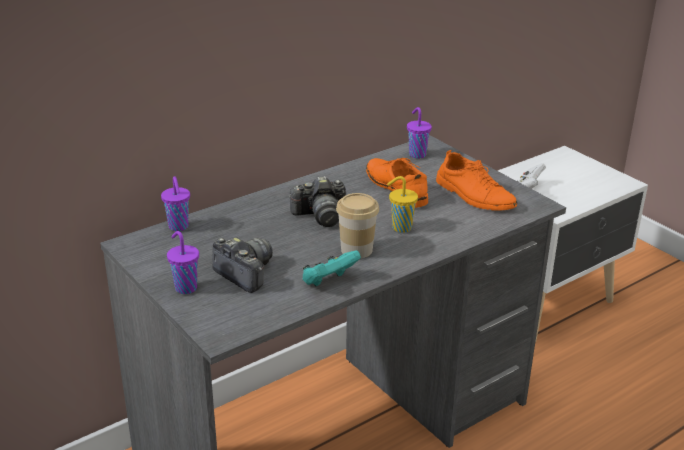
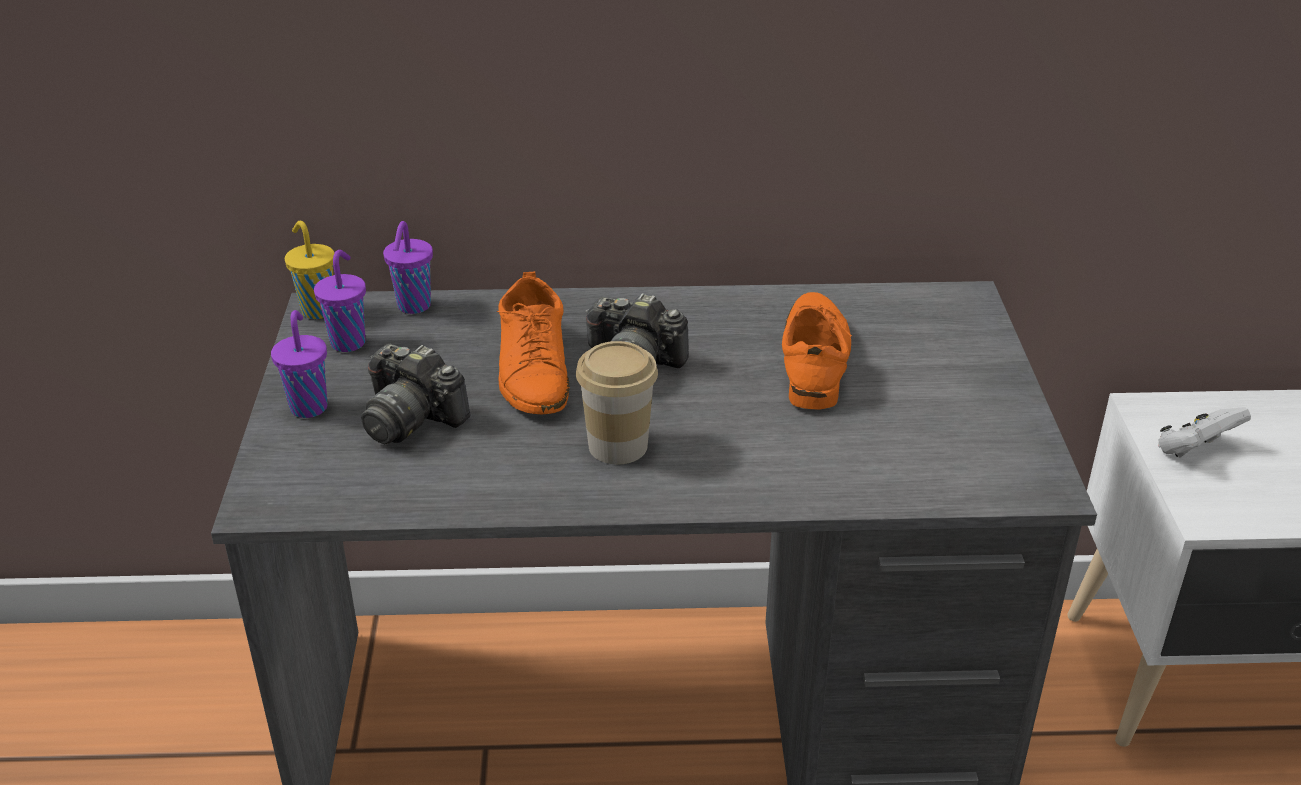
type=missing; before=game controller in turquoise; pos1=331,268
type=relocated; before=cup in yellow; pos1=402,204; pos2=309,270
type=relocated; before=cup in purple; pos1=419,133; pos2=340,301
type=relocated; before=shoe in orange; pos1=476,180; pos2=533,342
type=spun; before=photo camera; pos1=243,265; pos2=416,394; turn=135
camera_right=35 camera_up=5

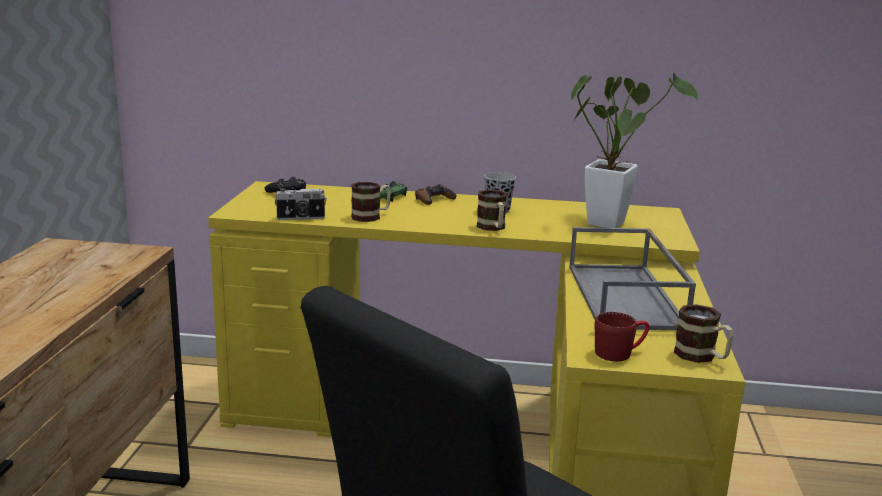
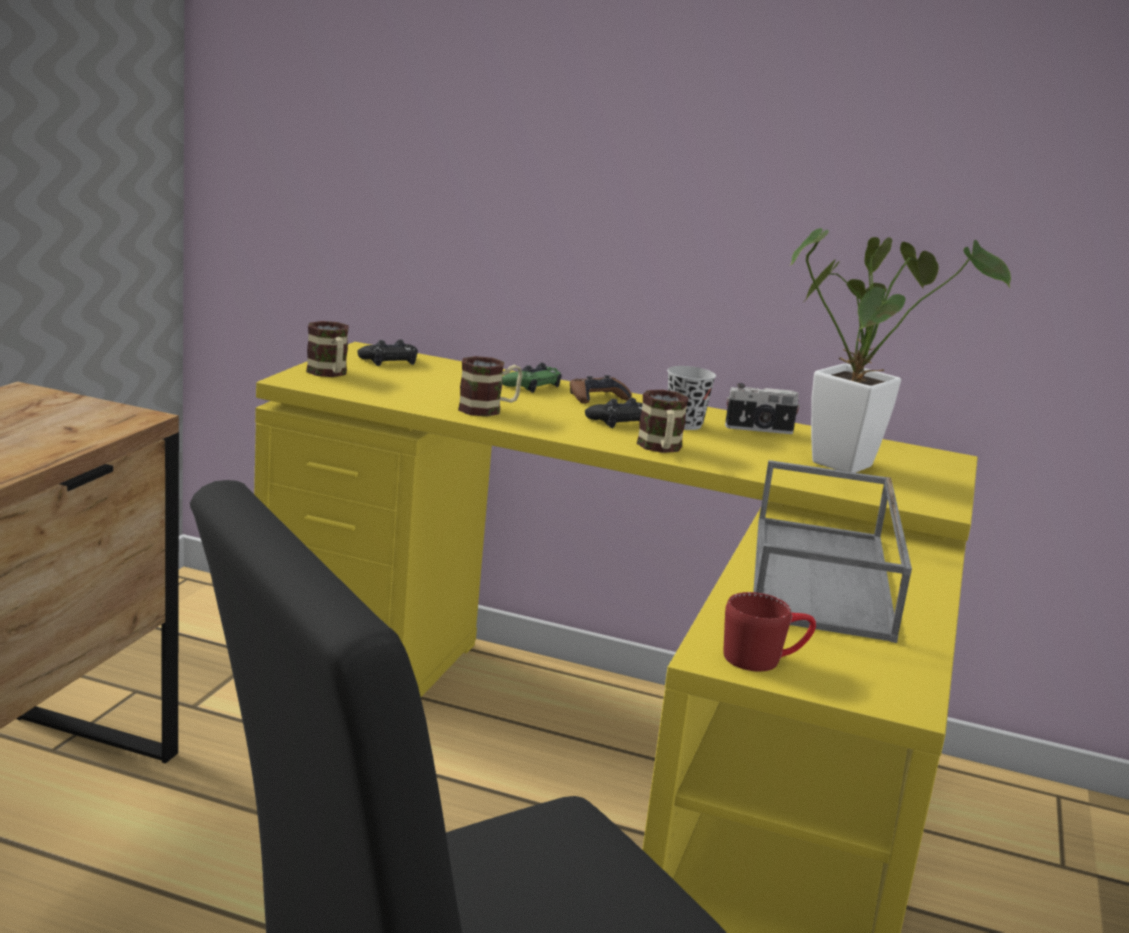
type=appeared; after=game controller in black; pos2=614,413
type=relocated; before=photo camera; pos1=300,204; pos2=762,408
type=relocated; before=mug; pos1=704,333; pos2=327,349
camera_right=10 camera_up=0

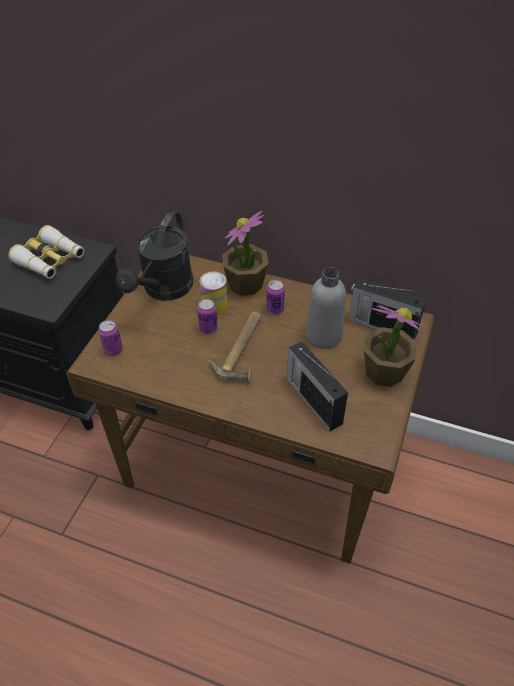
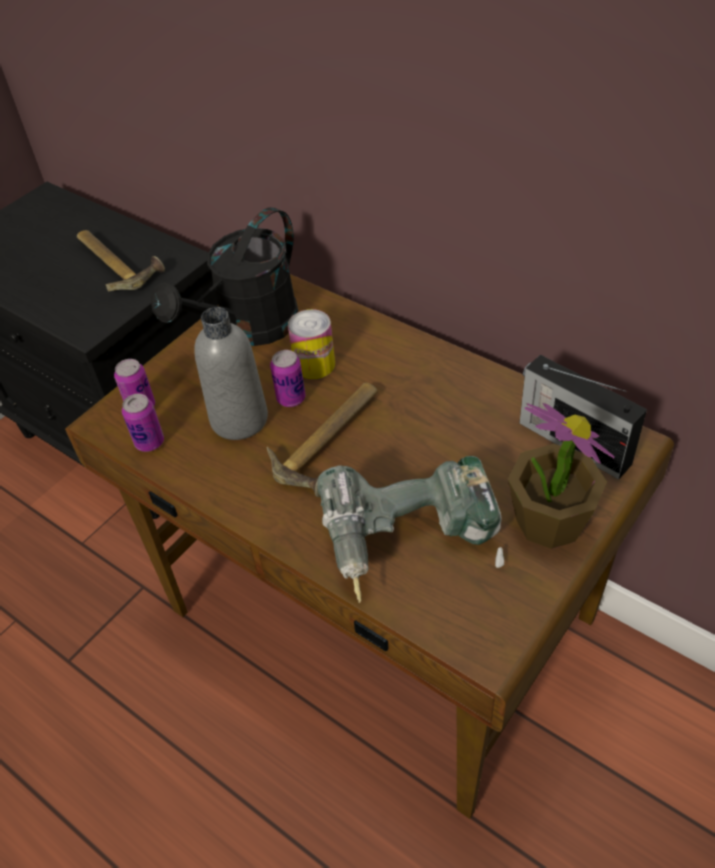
type=missing; before=potted plant; pos1=245,253
type=relocated; before=can; pos1=275,297; pos2=143,423
type=relocated; before=bottle in grey; pos1=326,308; pos2=231,373
type=exchanged; before=binoculars; after=hammer; pos1=46,252; pos2=121,261
type=exchanged; before=radio; after=power drill; pos1=317,386; pos2=410,529
camera_right=20 camera_up=0

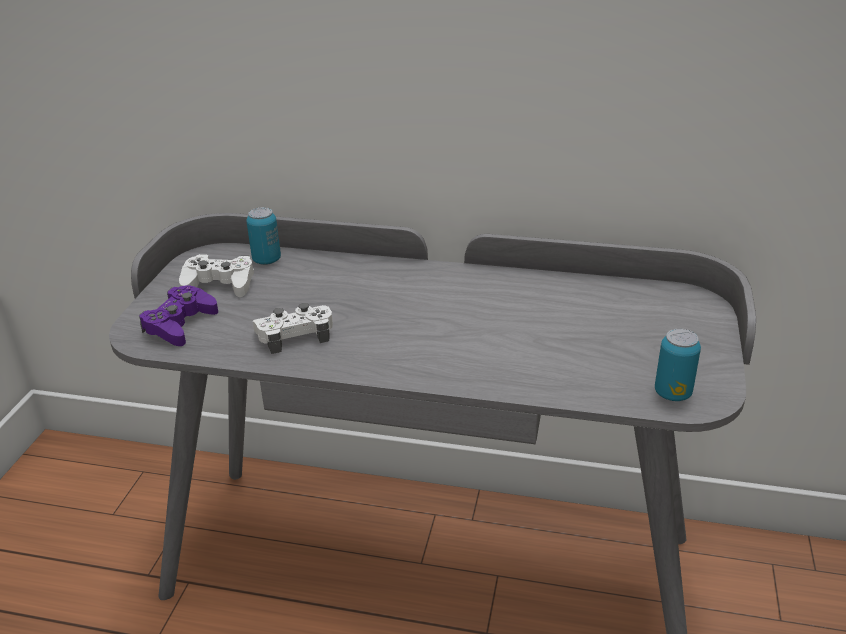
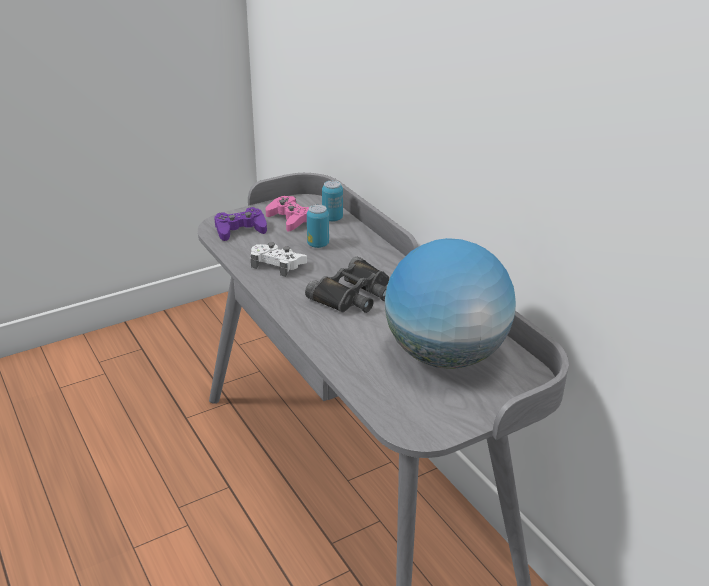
type=appeared; after=binoculars in black; pos2=347,285
type=appeared; after=globe; pos2=450,303
type=relocated; before=can; pos1=678,364; pos2=318,226
type=colour; before=game controller in white; after=game controller in pink; pos1=216,275; pos2=287,214
camera_right=45 camera_up=0

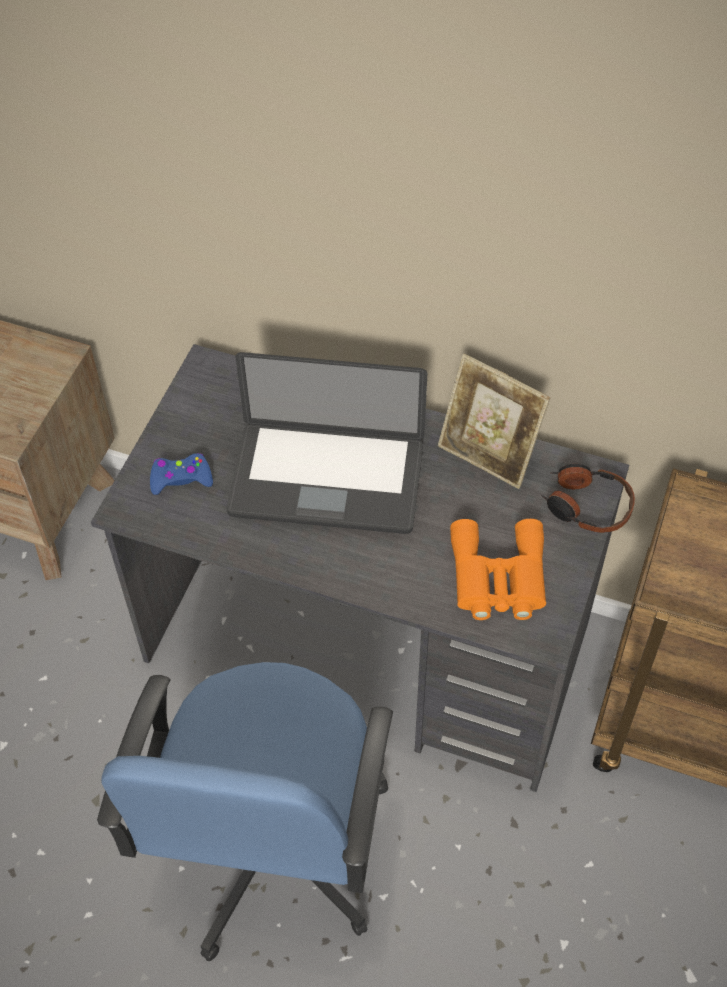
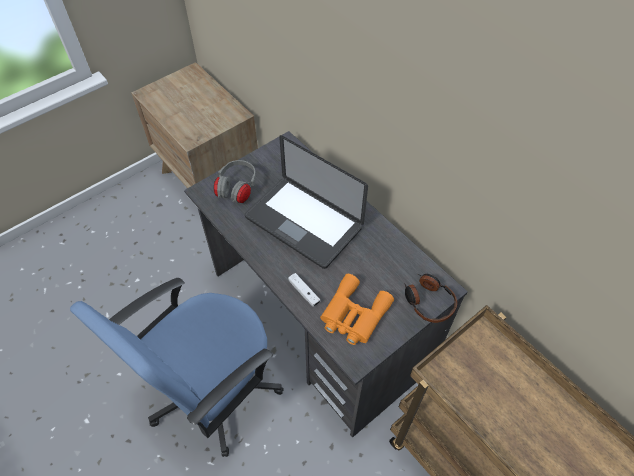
type=missing; before=picture frame; pos1=494,421
type=appeared; after=game controller in white; pos2=304,290
type=exchanged; before=game controller in blue; after=headphones in grey; pos1=181,474; pos2=235,181
camera_right=30 camera_up=0

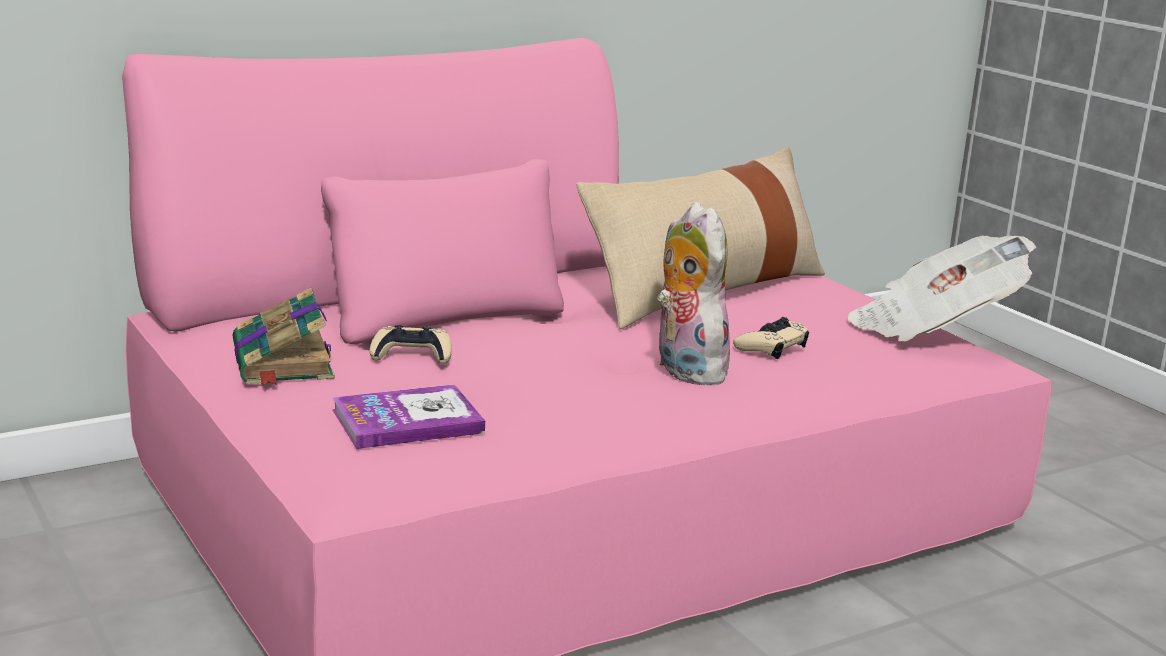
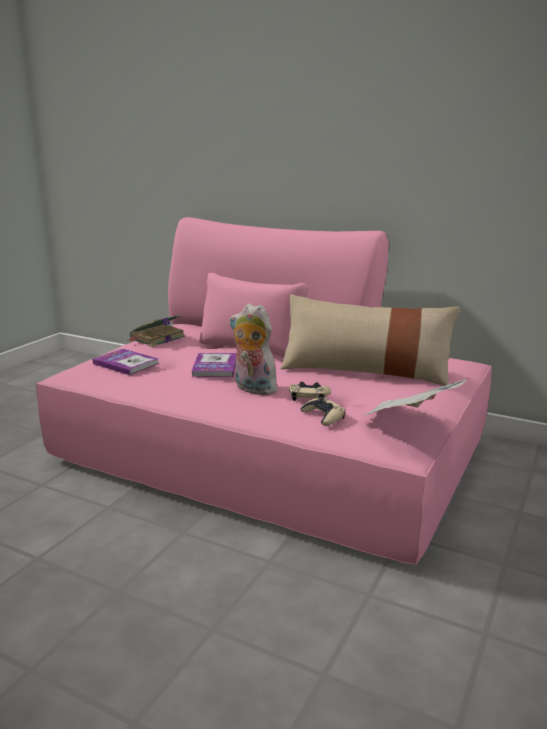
type=appeared; after=book; pos2=214,365
type=relocated; before=game controller in beige; pos1=410,344; pos2=323,411
type=spun; before=plush toy; pos1=693,293; pos2=254,349; turn=-90
camera_right=60 camera_up=0

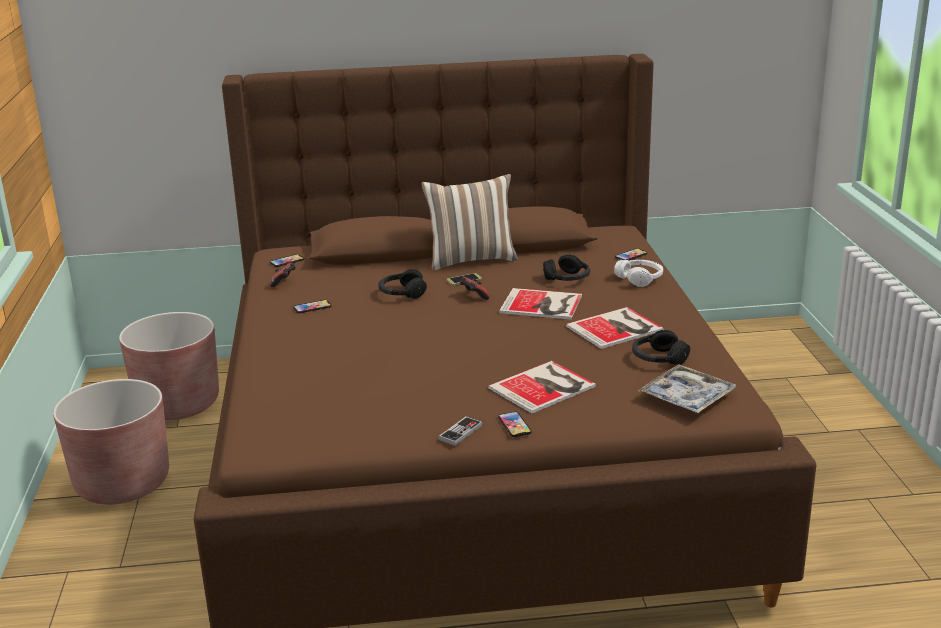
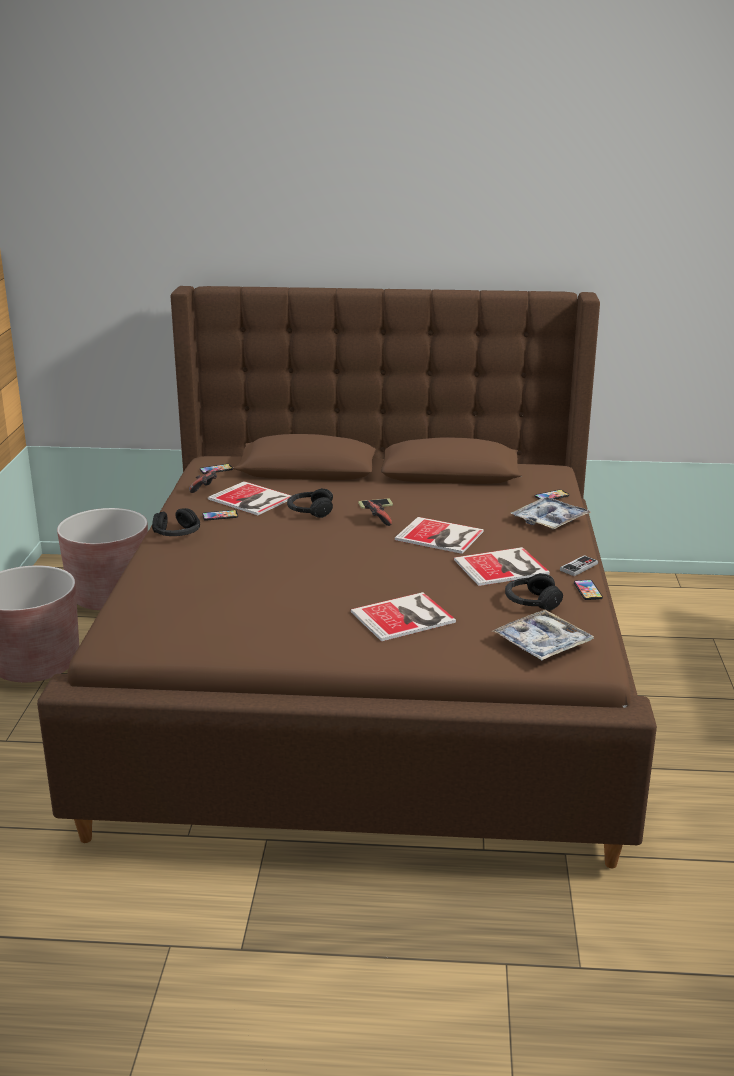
type=missing; before=pillow; pos1=470,222
type=appeared; after=book; pos2=249,498
type=relocated; before=game controller; pos1=460,431; pos2=579,565
type=relocated; before=phone; pos1=515,424; pos2=588,590
type=relocated; before=headphones in black; pos1=566,268; pos2=176,522
type=exchanged; before=headphones in white; after=tray; pos1=638,273; pos2=551,513
camera_right=10 camera_up=0

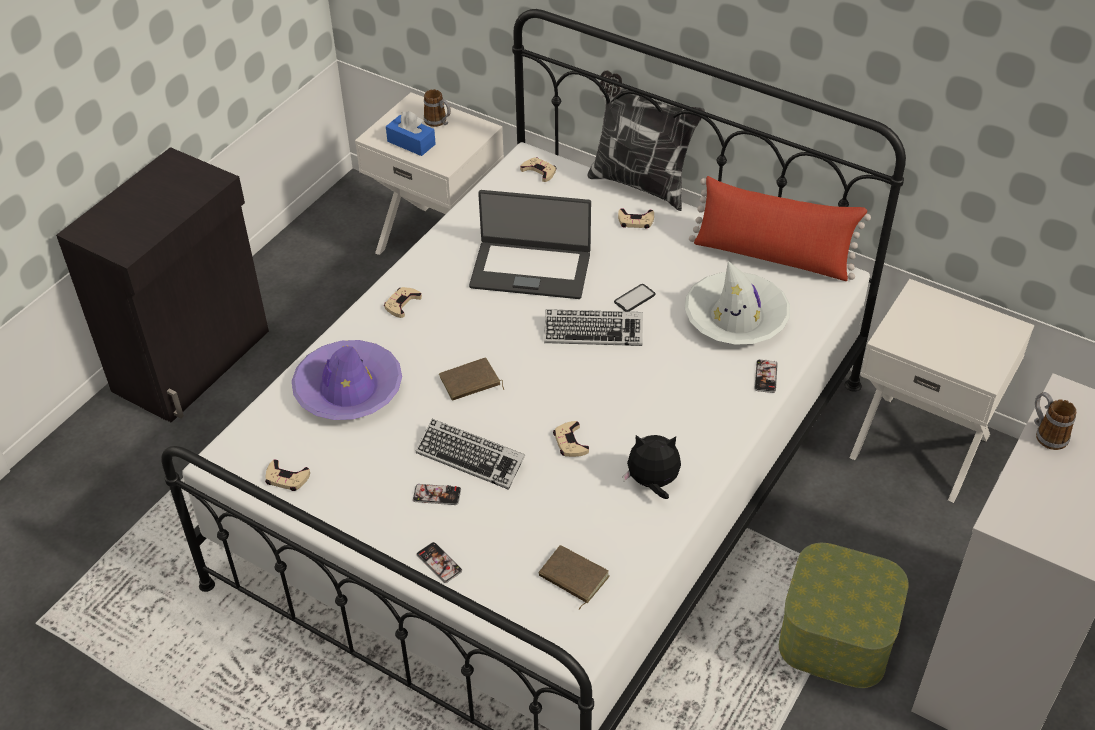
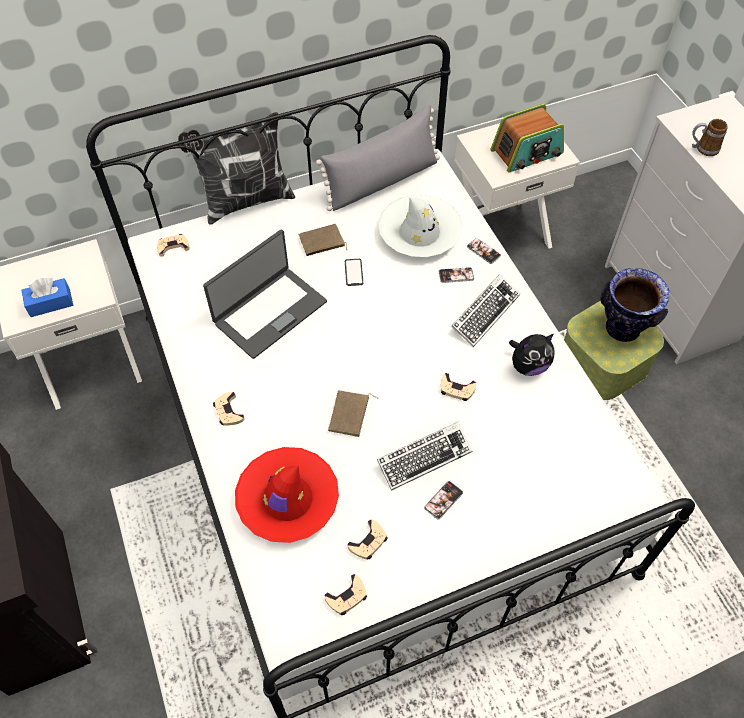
type=missing; before=mug; pos1=437,108
type=appeared; after=radio; pos2=527,138
type=appeared; after=vase; pos2=635,305
type=relocated; before=phone; pos1=439,562; pos2=456,275
type=relocated; before=book in brown; pos1=574,577; pos2=322,240
type=relocated; before=keyboard; pos1=593,327; pos2=486,310
type=relocated; before=game controller in beige; pos1=636,218; pos2=367,539
type=colour; before=hat in purple; after=hat in red; pos1=347,380; pos2=287,495
type=colour; before=pillow in red; after=pillow in grey; pos1=780,228; pos2=378,158
type=spun; before=plush toy; pos1=652,467; pos2=532,355; turn=-150
camera_right=-55 camera_up=10

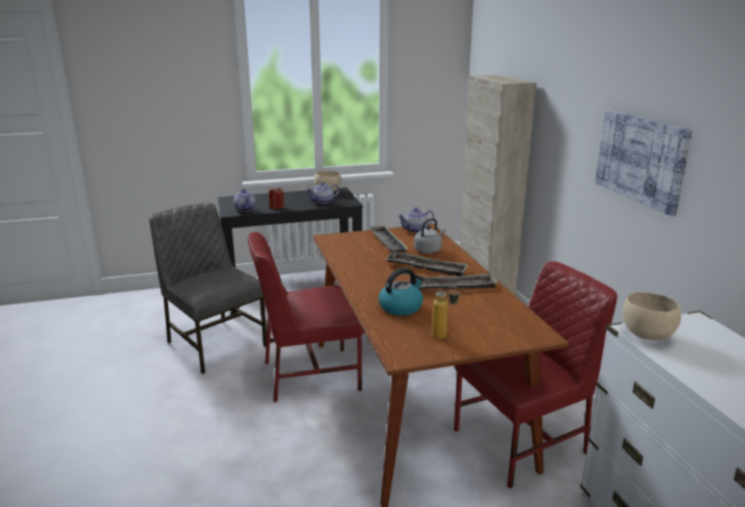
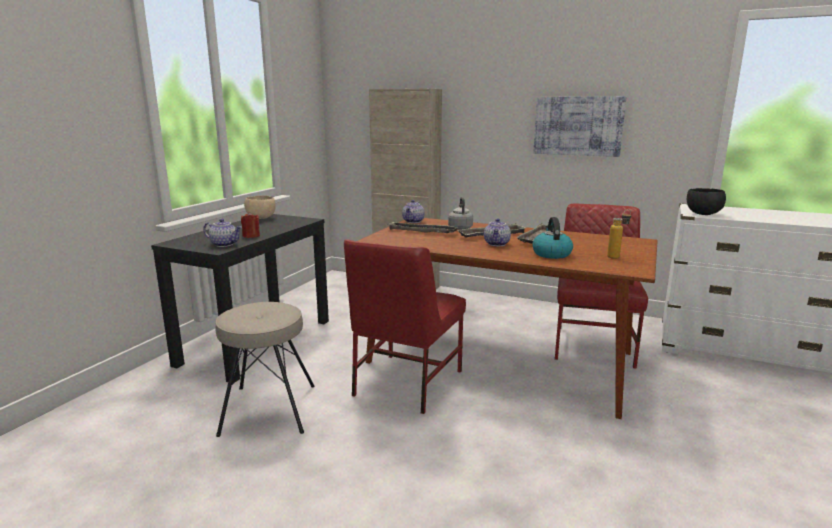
type=relocated; before=teapot; pos1=322,193; pos2=497,232
type=exchanged; before=chair in grey; after=stool in beige; pos1=208,288; pos2=265,369
type=colour; before=bowl in beige; after=bowl in black; pos1=652,316; pos2=706,201
camera_right=-50 camera_up=-5

